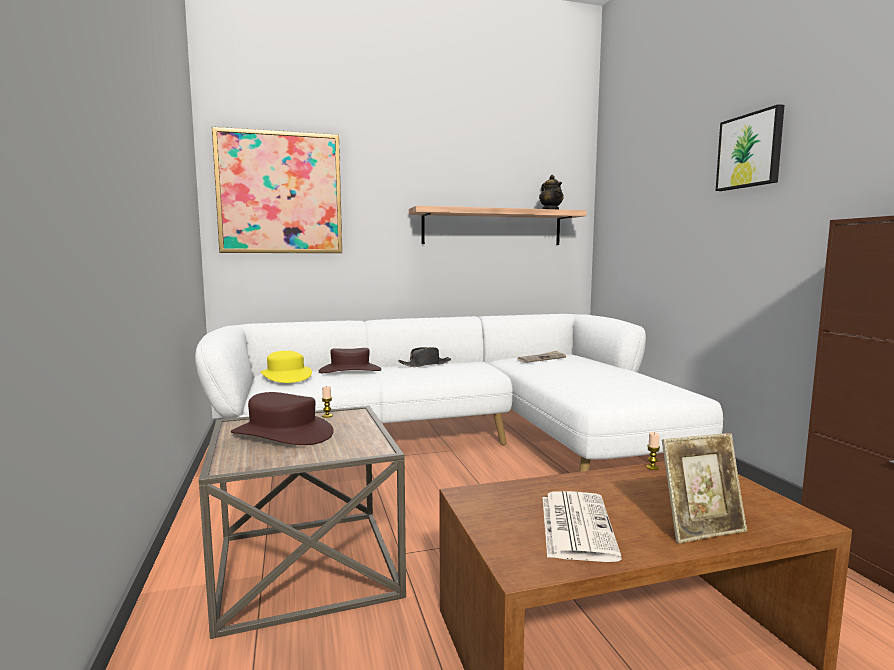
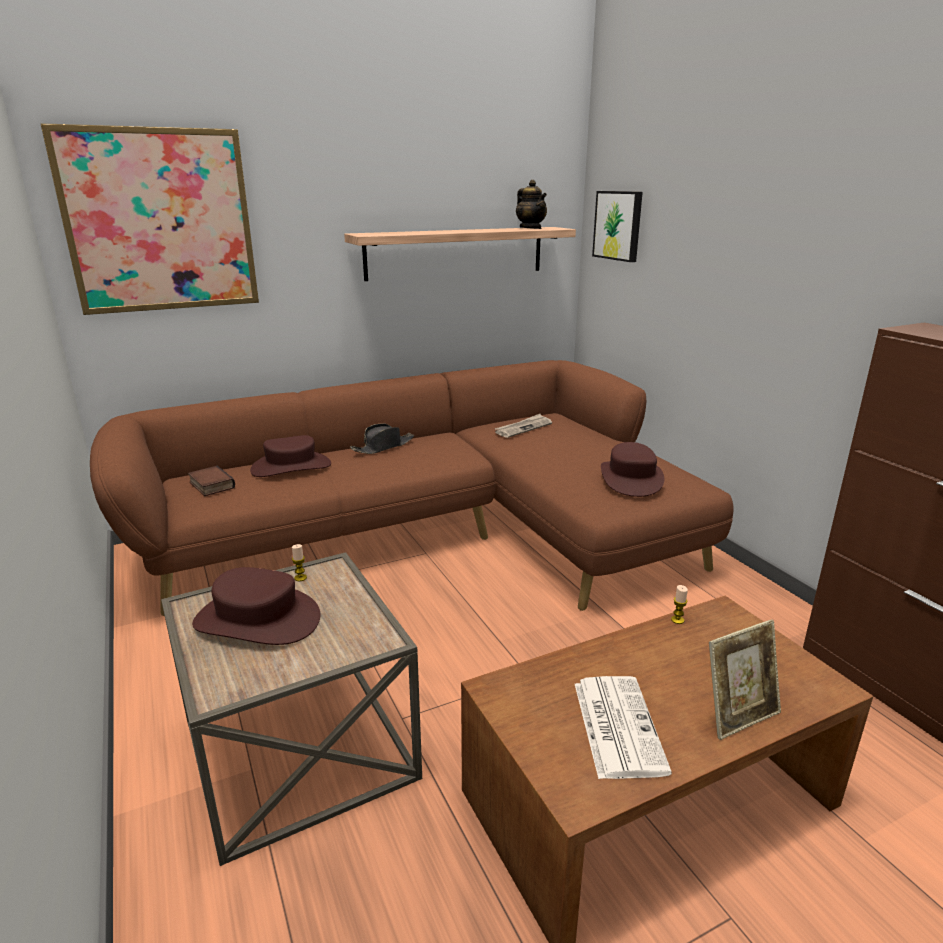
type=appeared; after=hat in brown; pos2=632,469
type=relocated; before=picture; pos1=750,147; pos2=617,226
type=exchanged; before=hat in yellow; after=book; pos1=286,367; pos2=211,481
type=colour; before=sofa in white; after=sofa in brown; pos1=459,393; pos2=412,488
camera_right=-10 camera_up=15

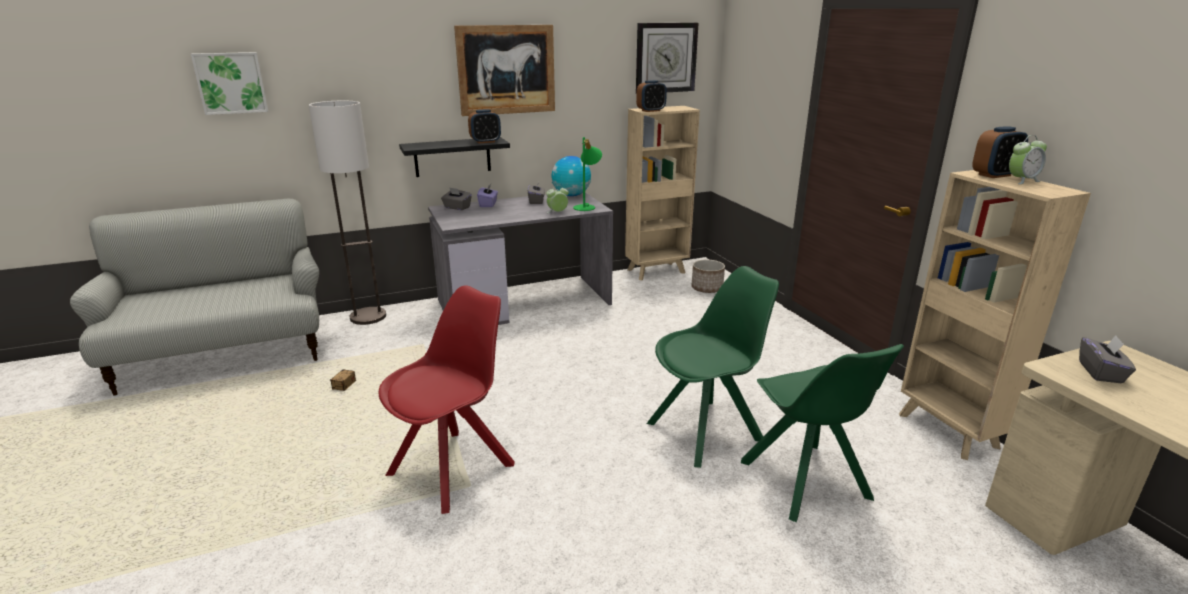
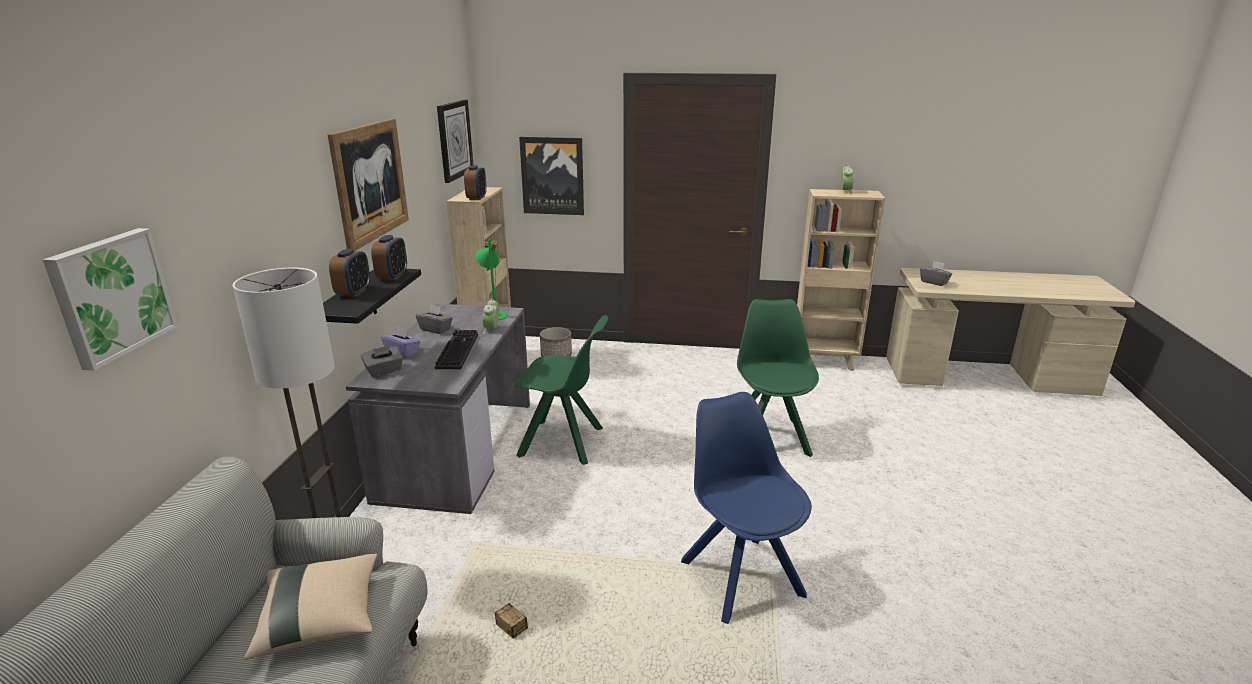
type=missing; before=globe; pos1=571,176
type=appeared; after=pillow in beige; pos2=310,607
type=appeared; after=keyboard; pos2=456,349
type=appeared; after=picture; pos2=551,176
type=relocated; before=chair in green; pos1=822,433; pos2=562,390
type=relocated; before=alarm clock; pos1=1000,152; pos2=349,273
type=colour; before=chair in red; after=chair in blue; pos1=447,399; pos2=746,508
camera_right=-60 camera_up=0

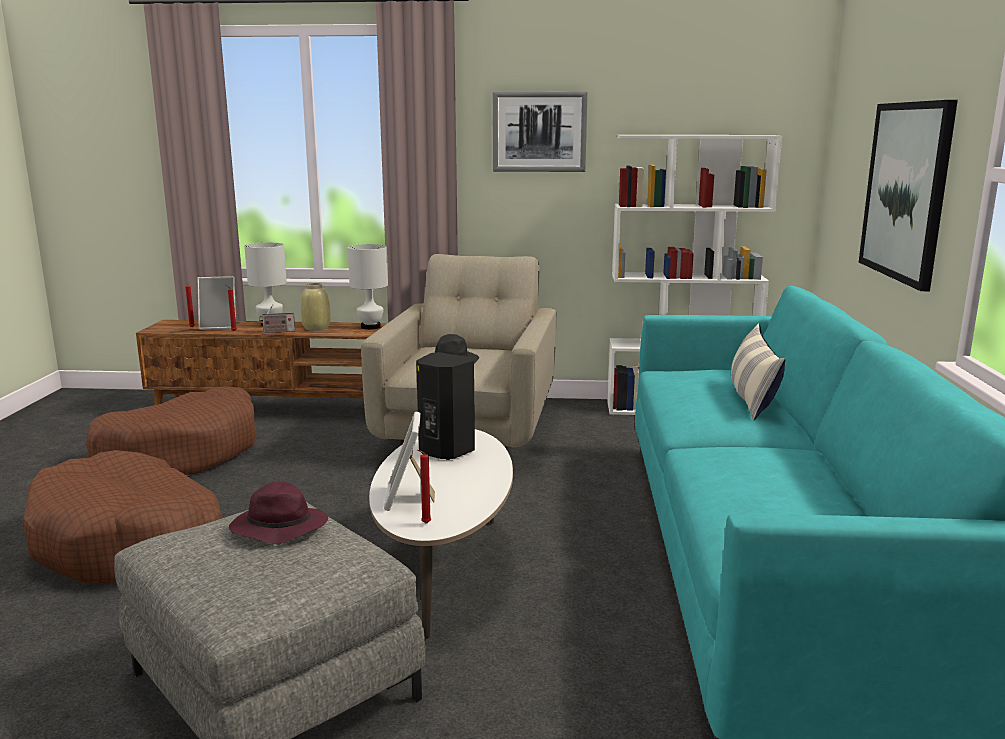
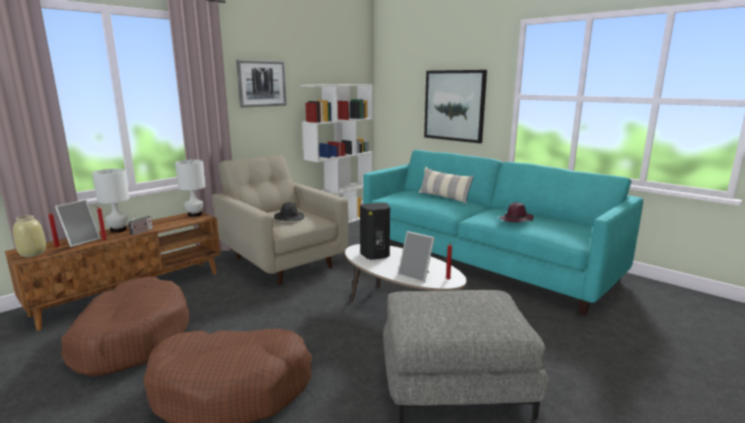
type=relocated; before=hat in purple; pos1=278,513; pos2=516,212
type=relocated; before=vase in beige; pos1=316,307; pos2=29,236
camera_right=-50 camera_up=0

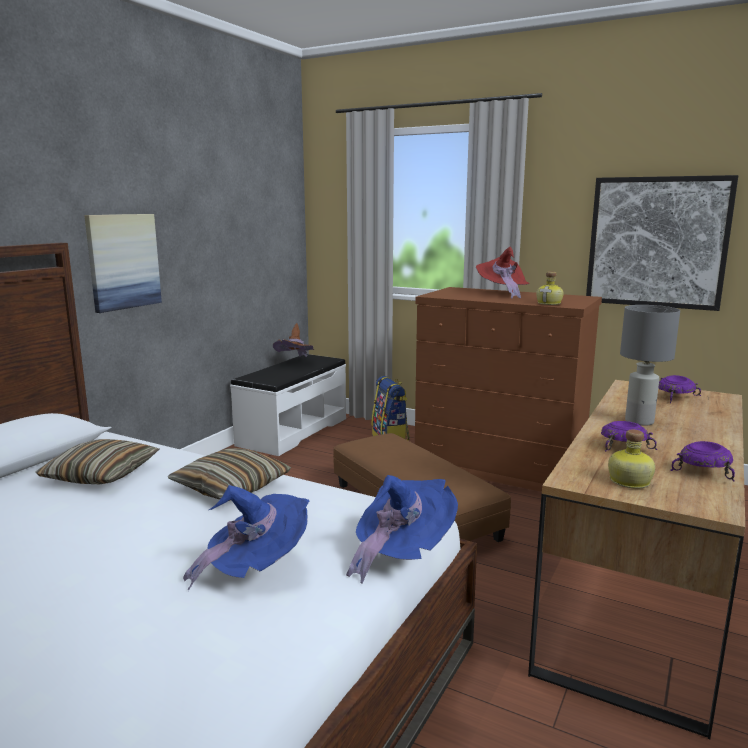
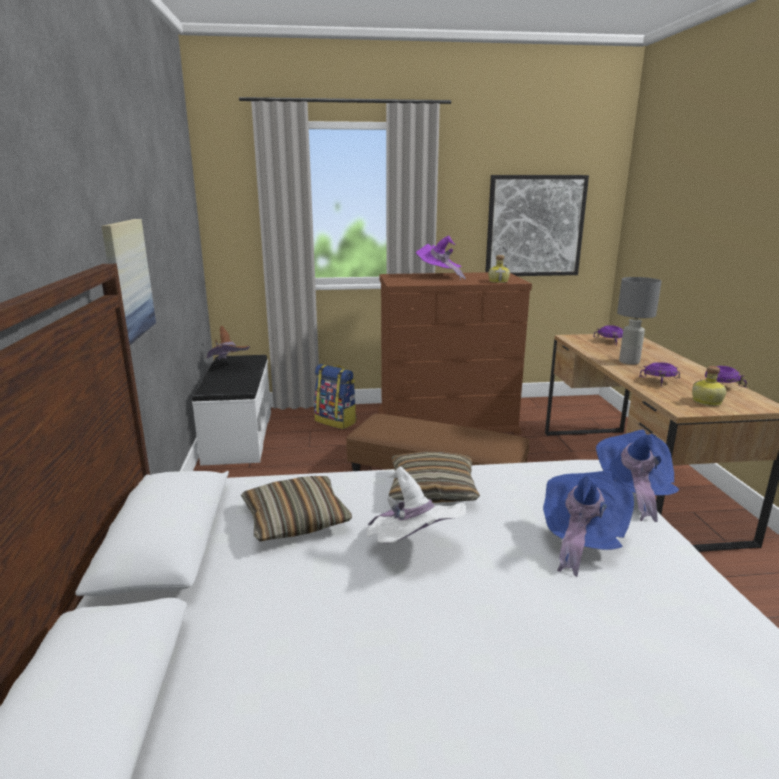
type=appeared; after=hat in white; pos2=416,504
type=colour; before=hat in red; after=hat in purple; pos1=503,272; pos2=441,258
camera_right=-35 camera_up=5

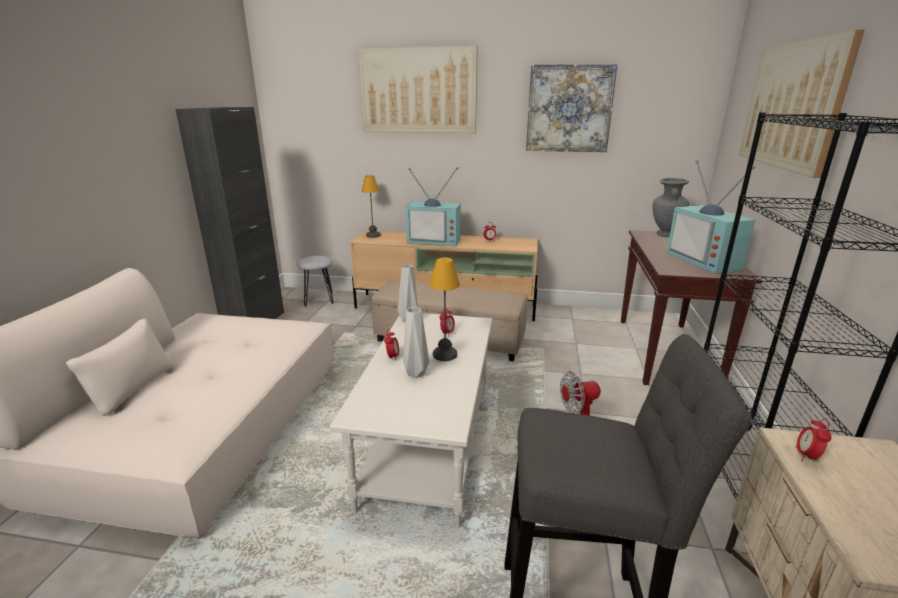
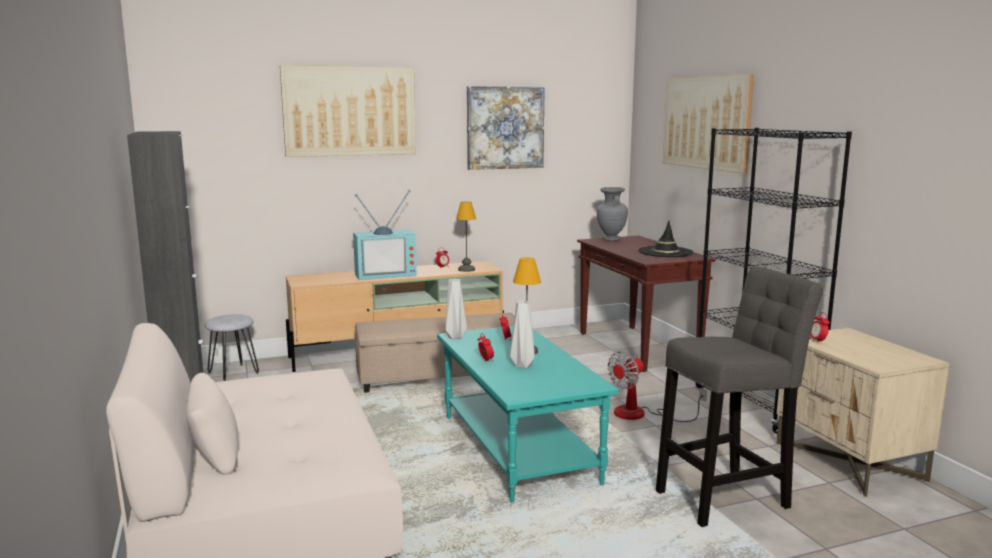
type=relocated; before=table lamp; pos1=371,206; pos2=466,236
type=exchanged; before=television; after=hat in black; pos1=711,217; pos2=665,238
type=colour; before=coffee table in white; after=coffee table in turquoise; pos1=411,420; pos2=527,414
camera_right=-30 camera_up=-10

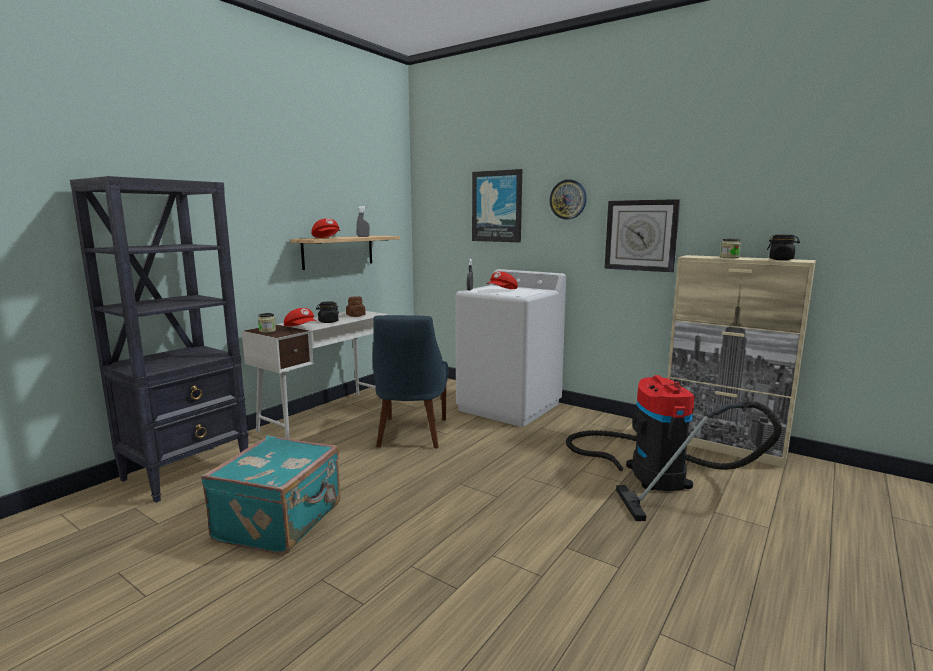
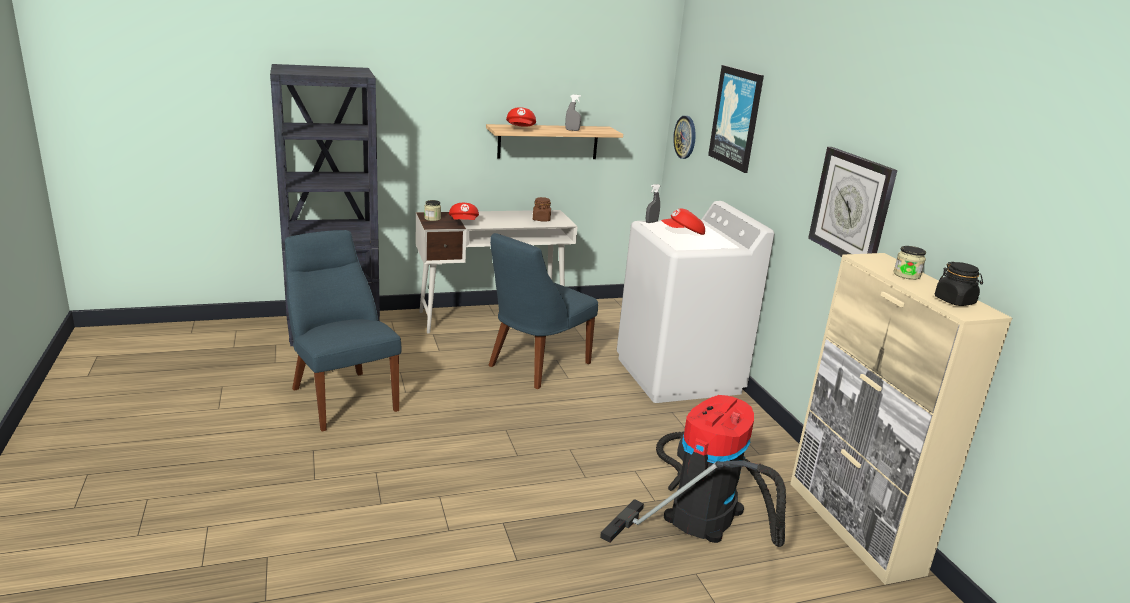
type=missing; before=jar in black; pos1=327,312
type=relocated; before=wall clock; pos1=568,199; pos2=684,137
type=exchanged; before=suitcase in turquoise; after=chair in blue; pos1=270,495; pos2=343,330
camera_right=35 camera_up=10

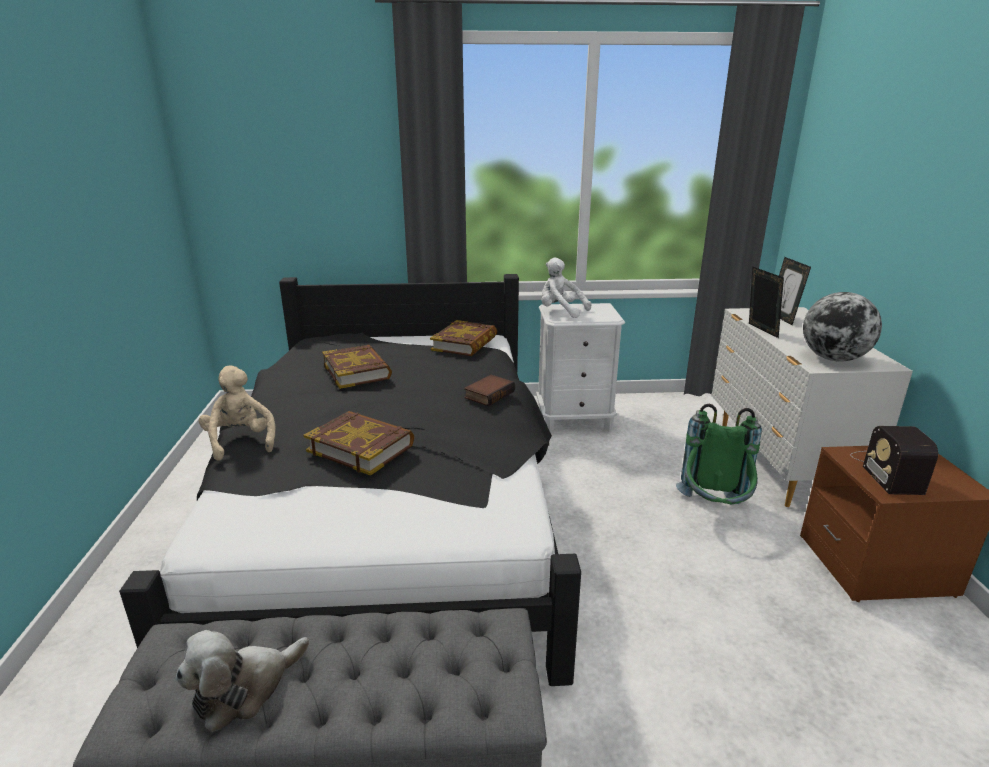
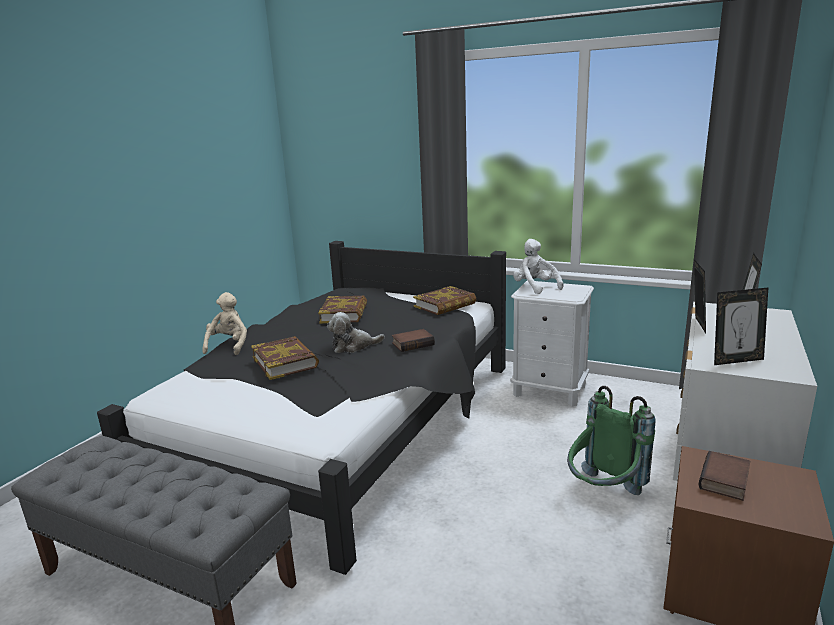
type=relocated; before=plush toy; pos1=242,681; pos2=356,332
type=exchanged; before=globe; after=picture frame; pos1=842,327; pos2=741,326
type=exchanged; before=radio; after=book; pos1=894,460; pos2=724,476
camera_right=30 camera_up=-5

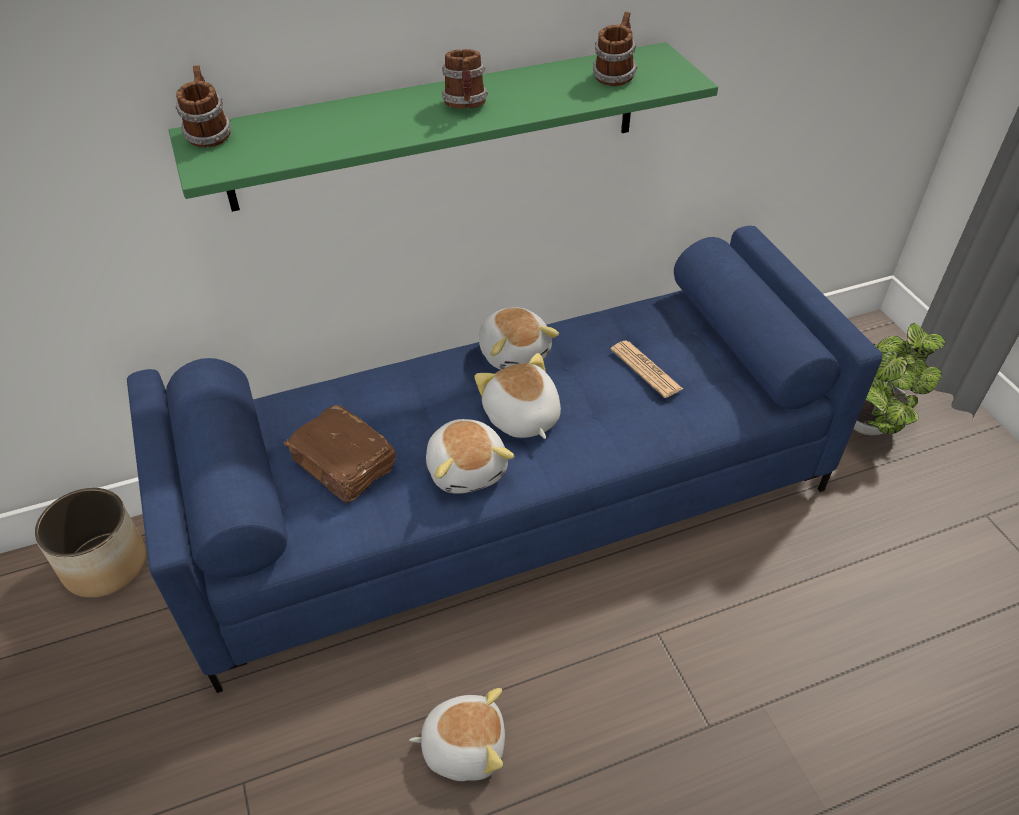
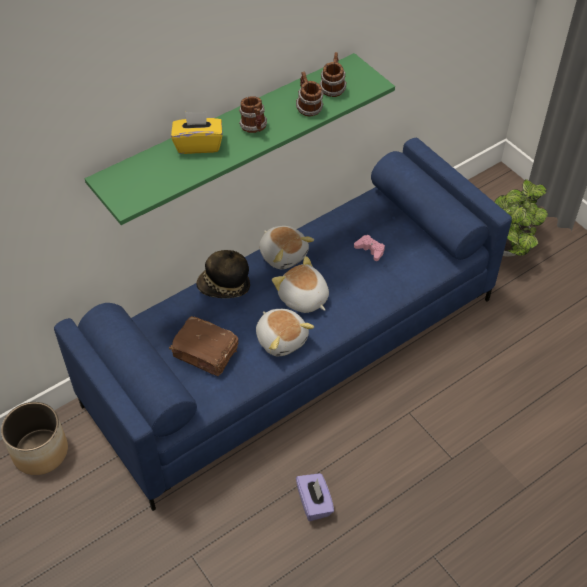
type=appeared; after=tissue box in yellow; pos2=197,133
type=appeared; after=hat; pos2=223,274
type=relocated; before=mug; pos1=203,106; pos2=310,94
type=exchanged; before=plush toy; after=tissue box in purple; pos1=457,734; pos2=315,497
type=exchanged; before=newspaper; after=game controller in pink; pos1=646,369; pos2=369,248
camera_right=-15 camera_up=5

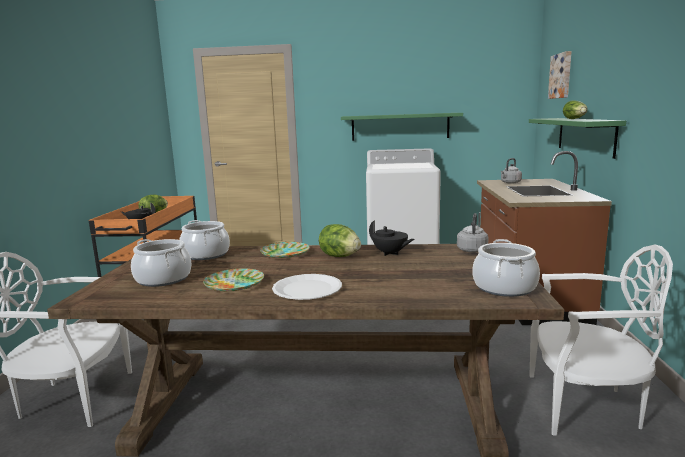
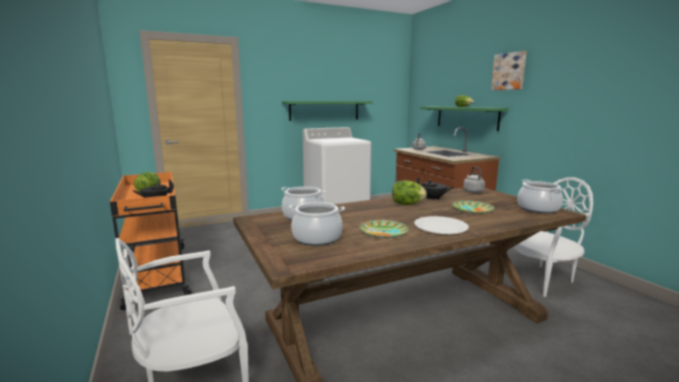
type=relocated; before=plate; pos1=285,250; pos2=473,207
type=relocated; before=picture; pos1=560,75; pos2=509,70
camera_right=-30 camera_up=0

